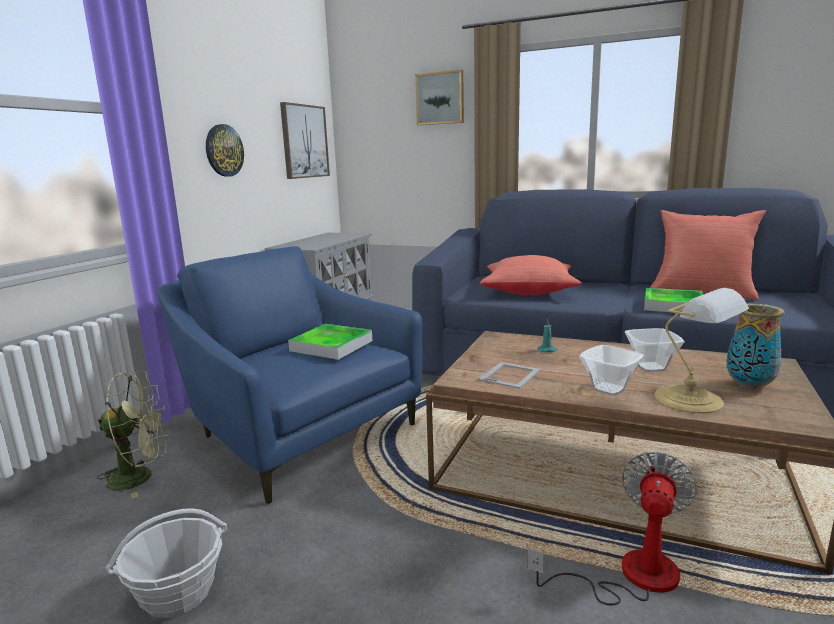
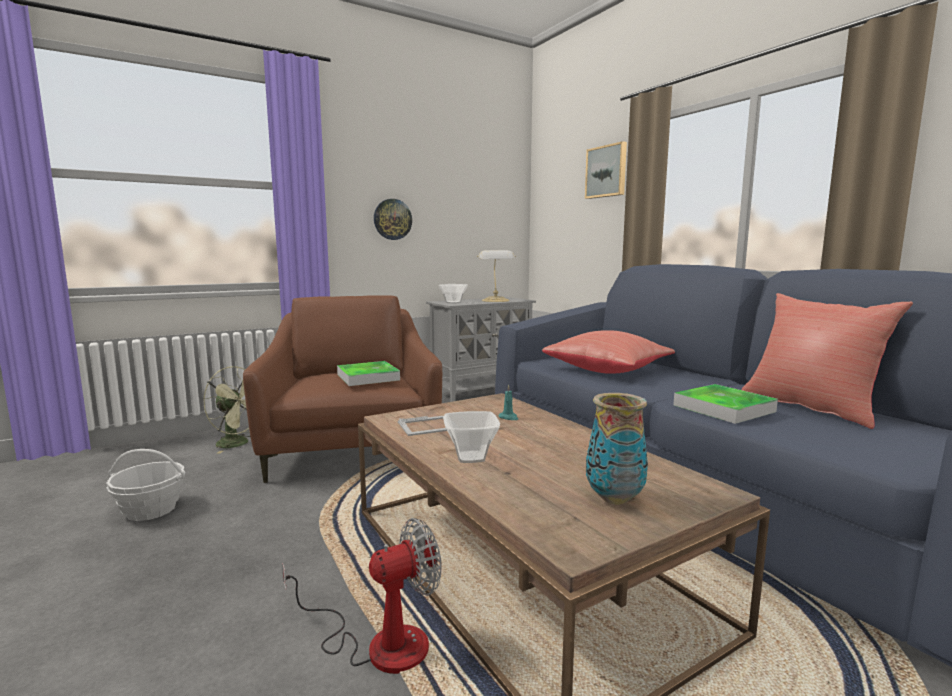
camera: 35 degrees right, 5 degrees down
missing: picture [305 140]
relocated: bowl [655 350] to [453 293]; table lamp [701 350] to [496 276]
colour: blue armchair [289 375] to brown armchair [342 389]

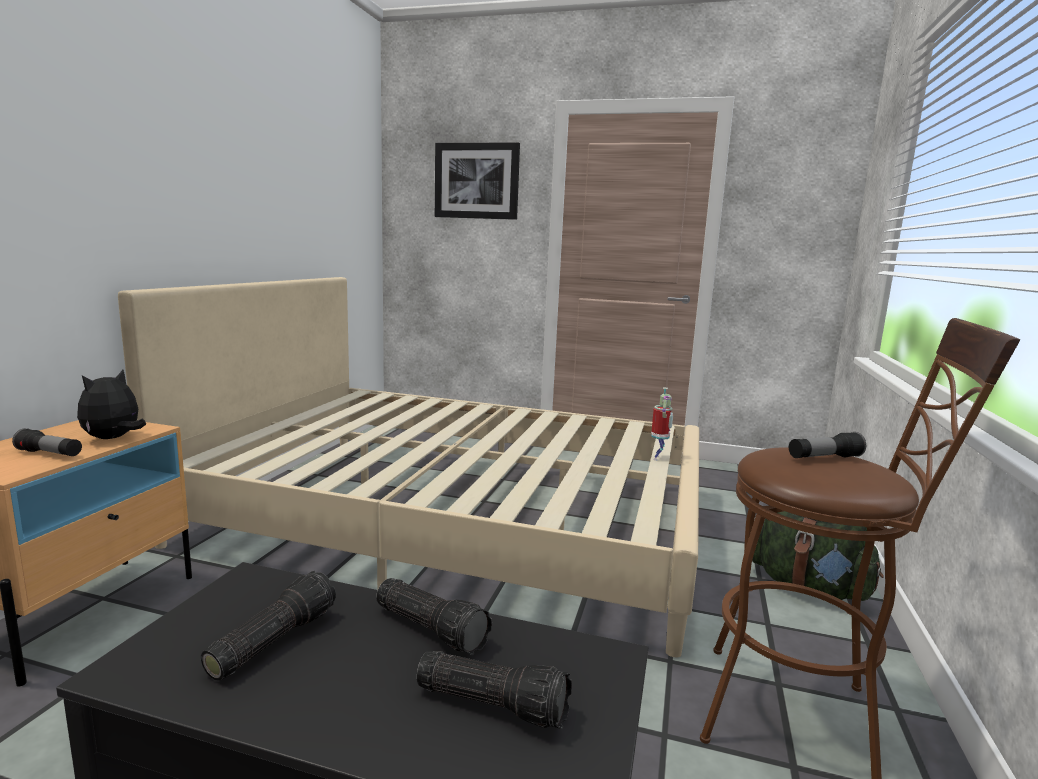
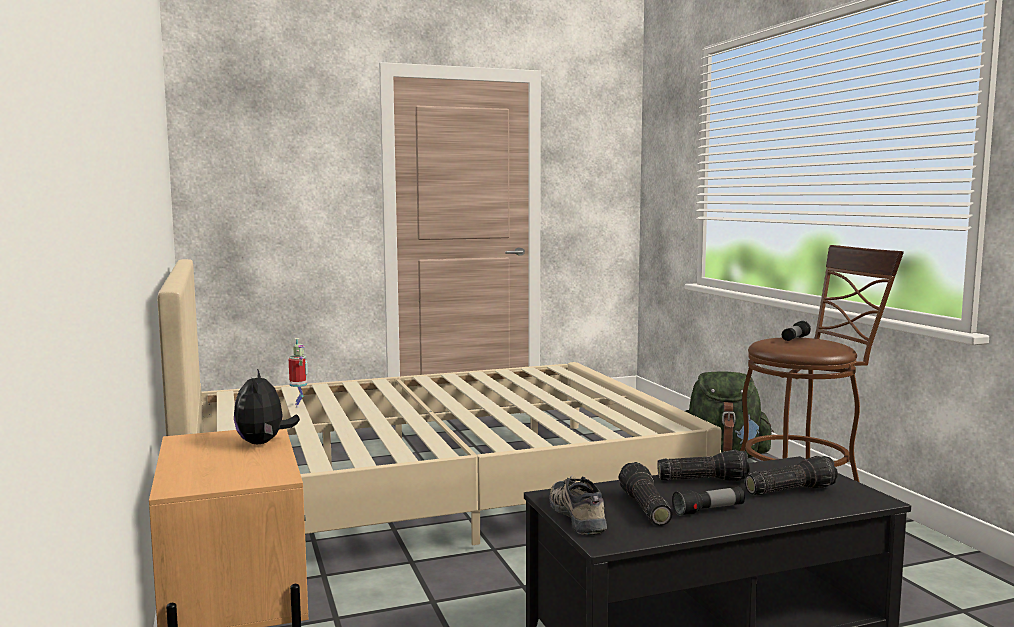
camera: 35 degrees left, 5 degrees down
missing: picture [477 181]
appeared: shoe [578 505]
relocated: flashlight [47 442] to [708 501]; toy robot [662 424] to [298 373]

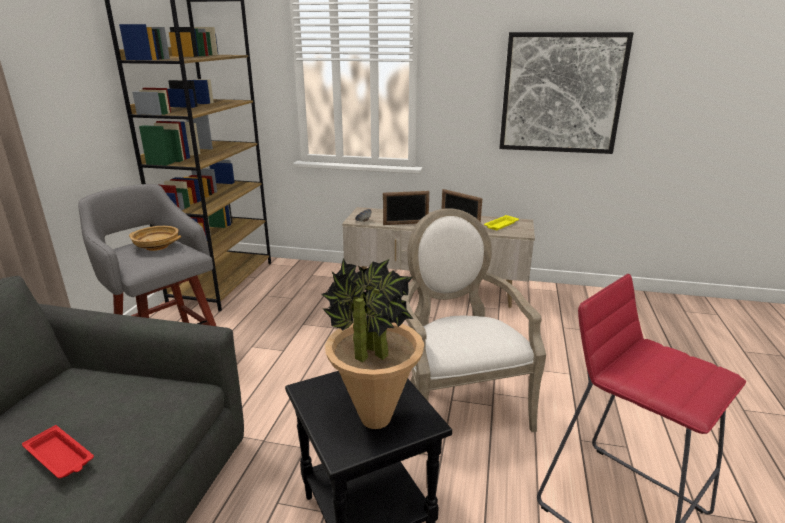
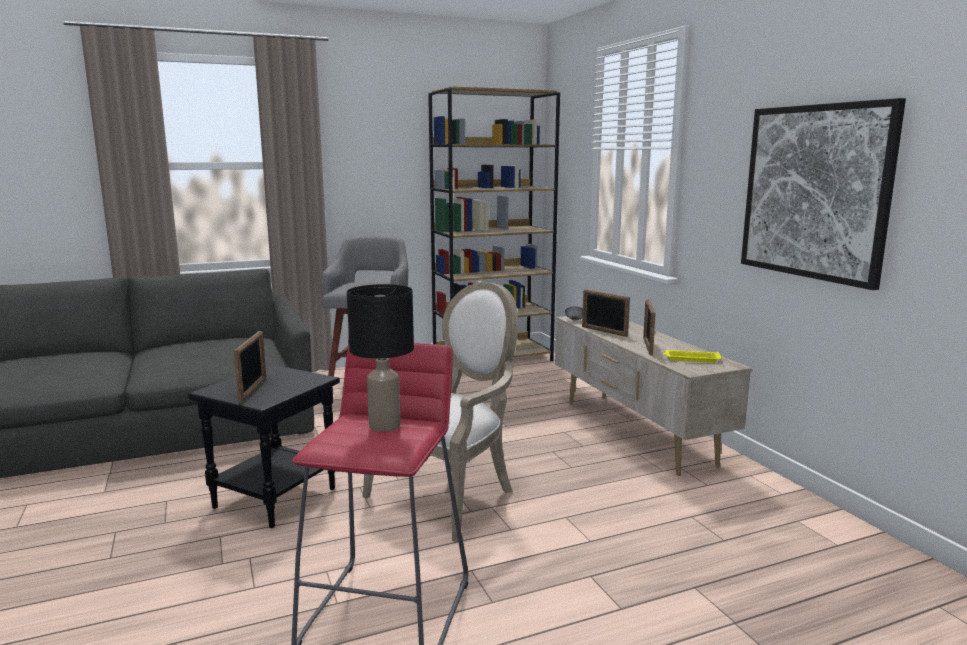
camera: 55 degrees right, 10 degrees down
missing: red tray [58 451]; beige bowl [155 238]
appeared: black table lamp [380 358]
exchanged: potted plant [373 343] to picture frame [250 367]

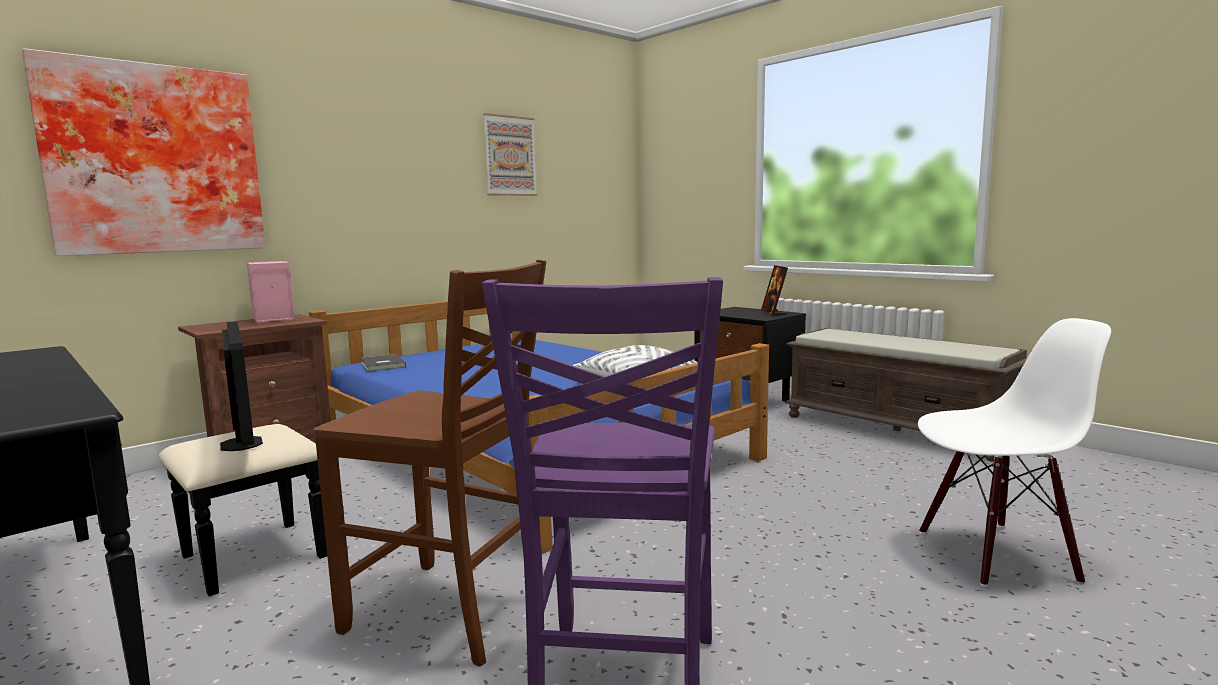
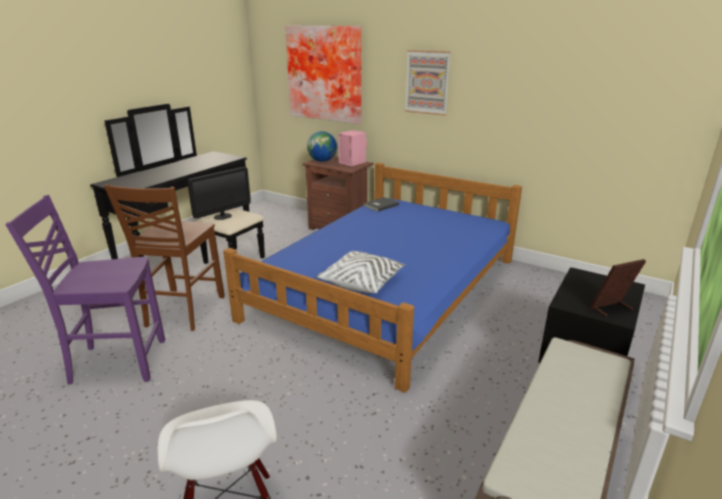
camera: 75 degrees right, 15 degrees up
appeared: globe [322 146]
relocated: picture [510 154] to [428 83]

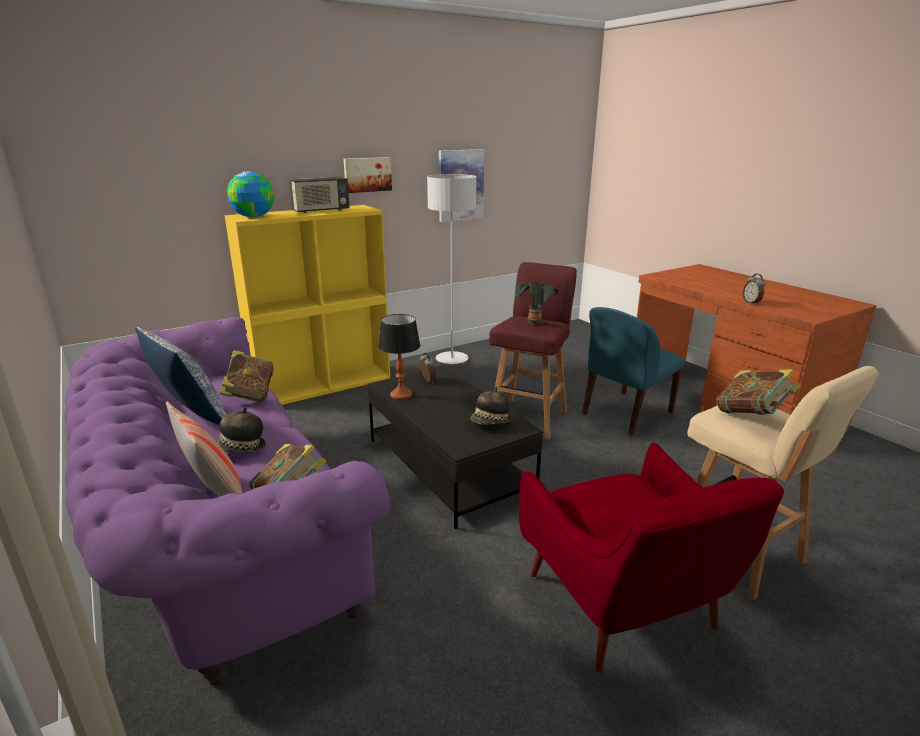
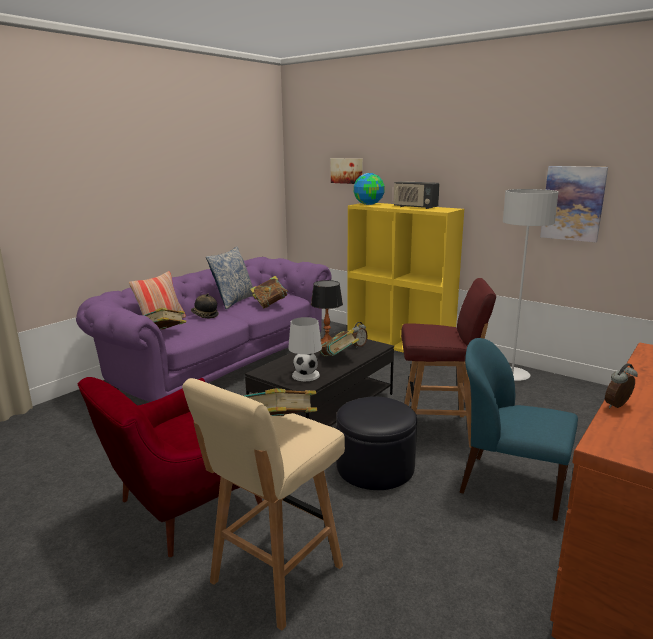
camera: 70 degrees right, 5 degrees down
missing: potted plant [536 302]
appeared: book [339 342]; black ottoman [376 443]
relocated: picture [368 175] to [347 171]
exchanged: hat [491 406] to white table lamp [305 349]

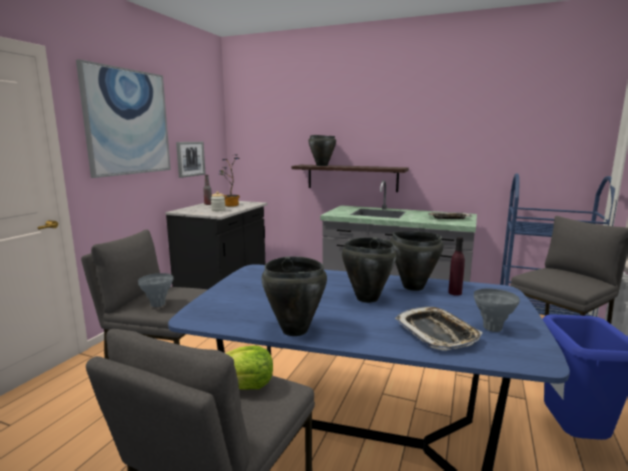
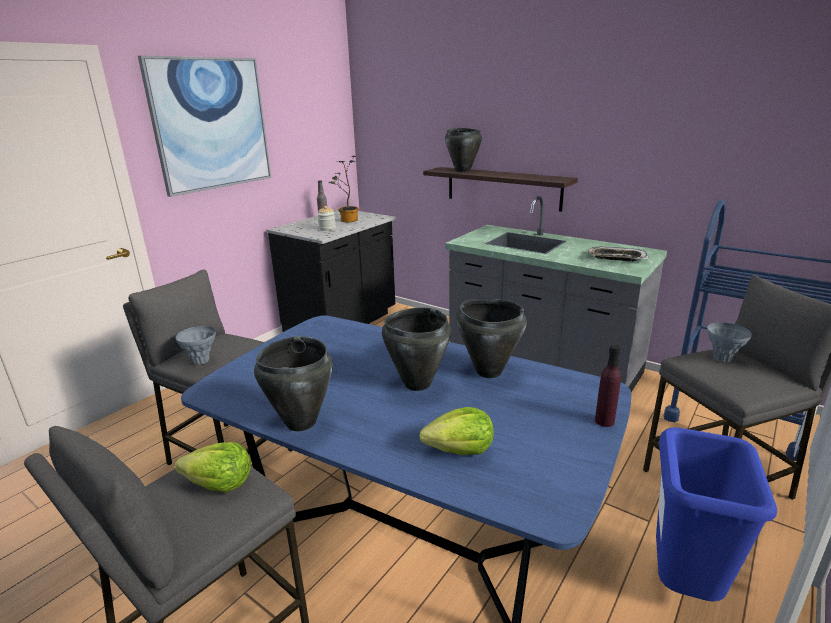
camera: 15 degrees right, 10 degrees up
missing: picture [191 160]
relocated: purple bottle [456 266] to [608 386]; grey vase [497 310] to [729 342]
exchanged: tray [439 329] to lettuce [456 431]

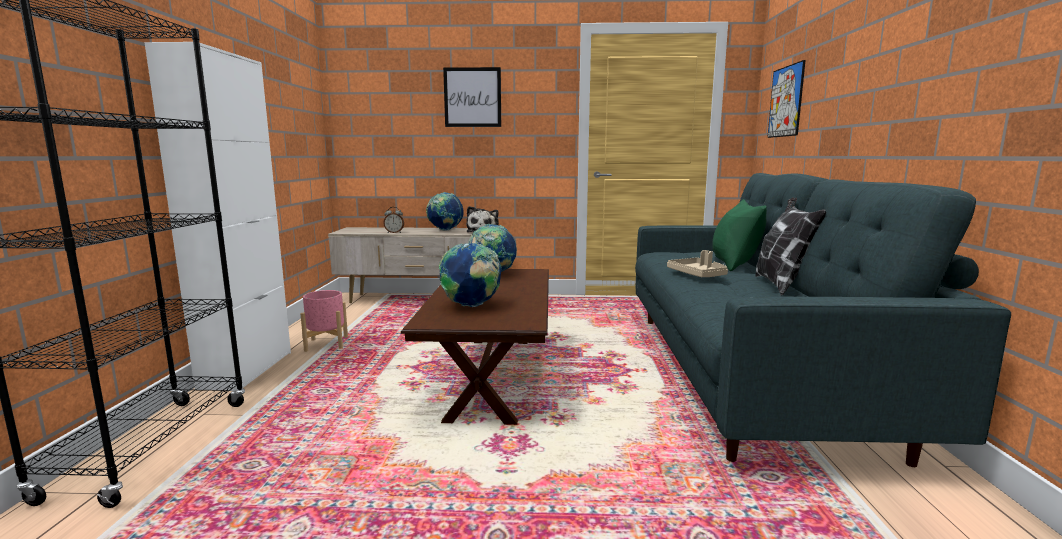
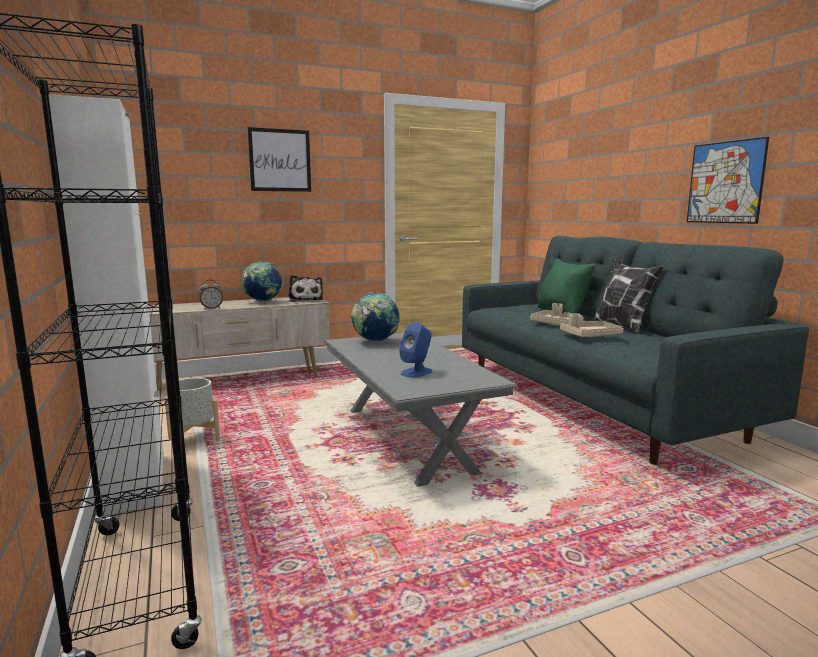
camera: 25 degrees left, 0 degrees up
appeared: beige tray [591 325]
relocated: picture [786 99] to [728 180]
exchanged: globe [470 275] to blue speaker [415 349]
colour: pink planter [324 321] to grey planter [192 409]; brown coffee table [475 347] to grey coffee table [421 410]

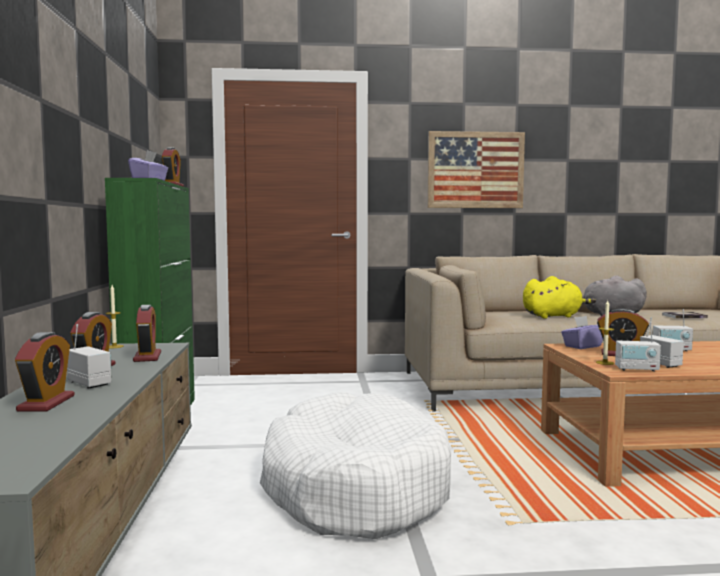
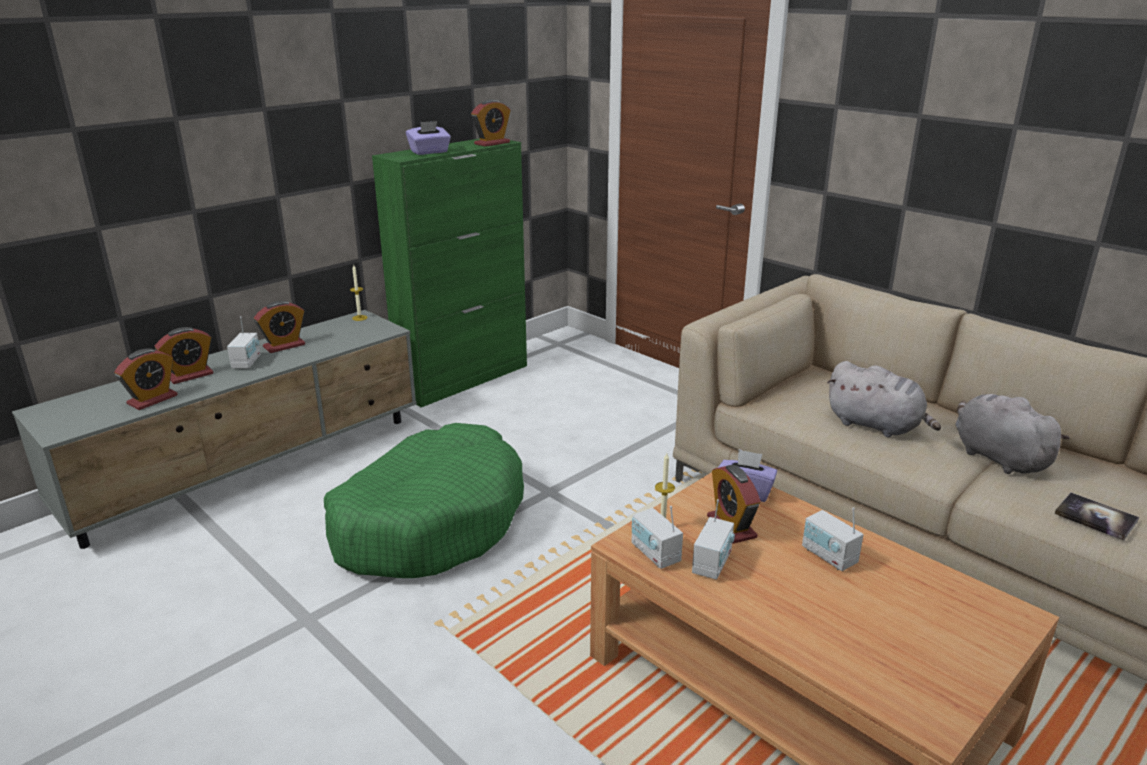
camera: 50 degrees right, 20 degrees up
missing: picture [476 169]
relocated: alarm clock [147 333] to [146 379]
colour: white dog bed [355 465] to green dog bed [424 500]; yellow plush toy [559 297] to grey plush toy [884 399]

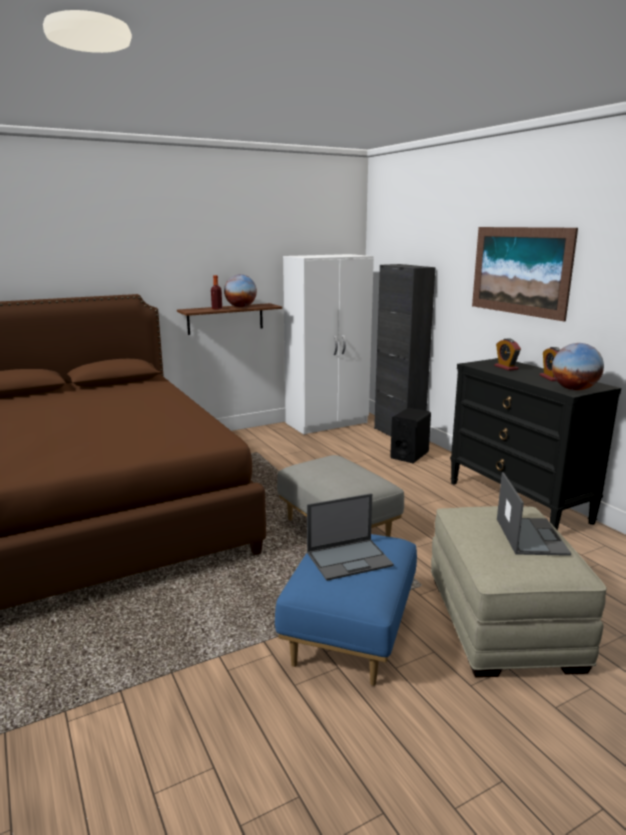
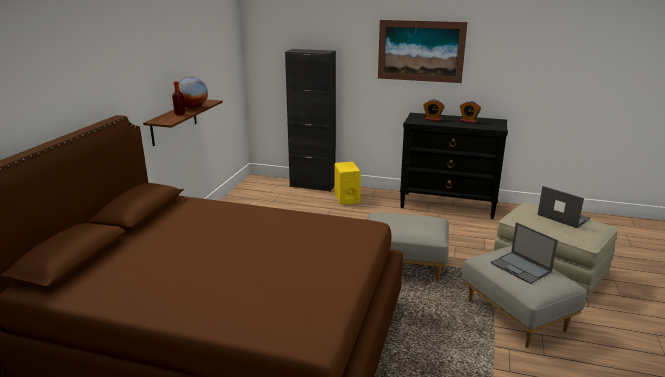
camera: 45 degrees left, 5 degrees up
missing: white wardrobe [328 344]; globe [578 366]
colour: blue ottoman [346 610] to grey ottoman [524 297]; black speaker [410 435] to yellow speaker [347 183]
spun: laptop [350 537] = [524 253] 120 degrees clockwise

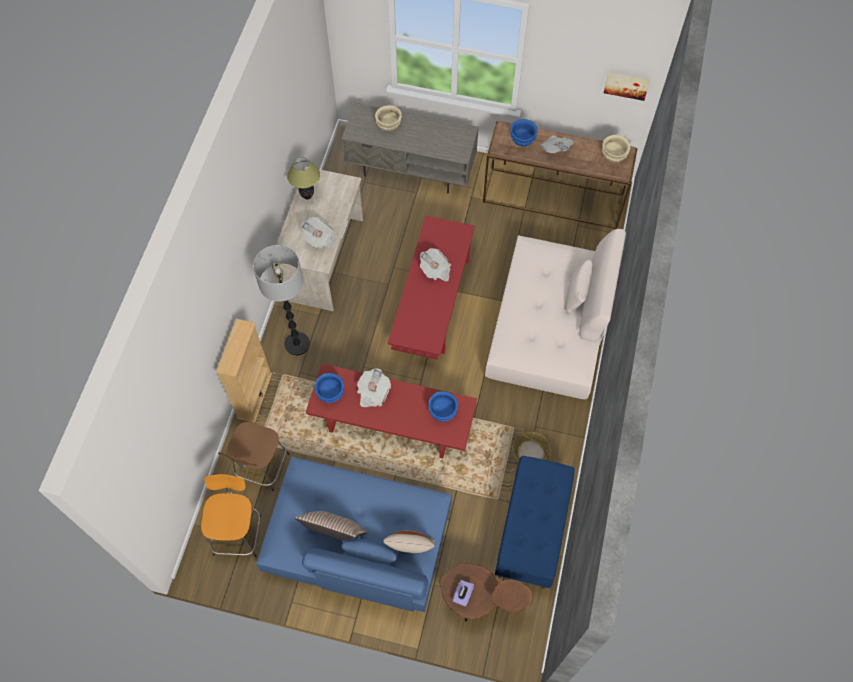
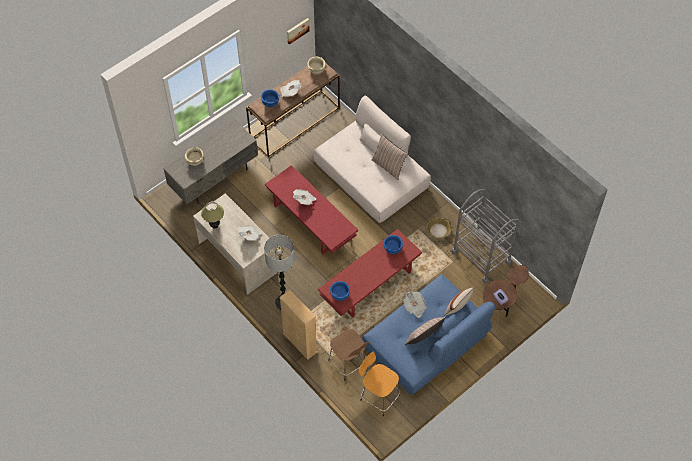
camera: 55 degrees left, 5 degrees down
appeared: pillow [389 156]
relocated: newspaper [374 387] to [415 304]
exchanged: blue bench [535 522] to grey cart [485 236]

